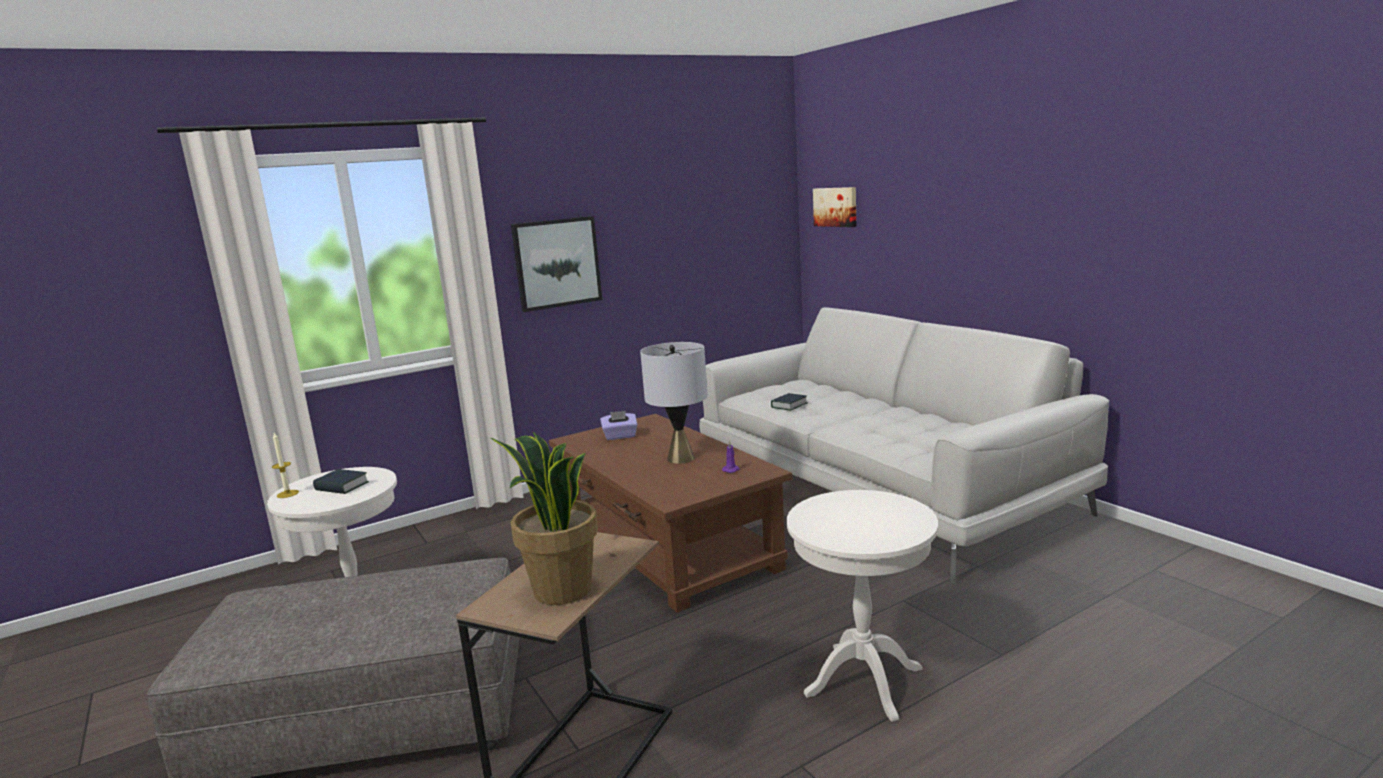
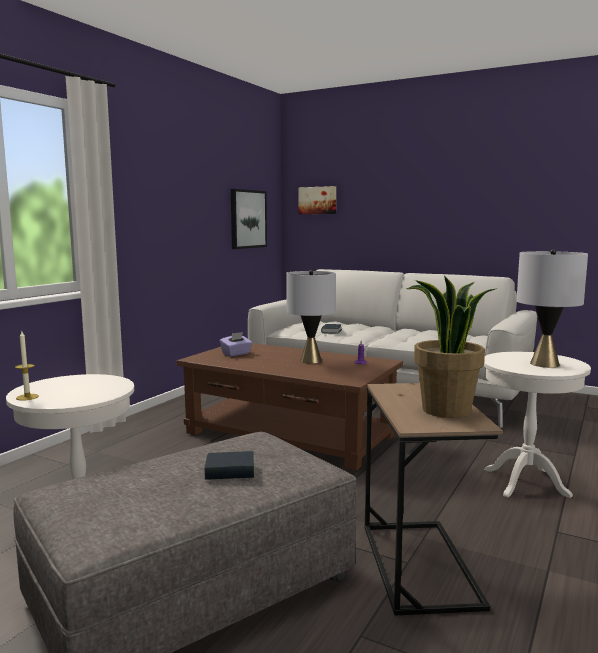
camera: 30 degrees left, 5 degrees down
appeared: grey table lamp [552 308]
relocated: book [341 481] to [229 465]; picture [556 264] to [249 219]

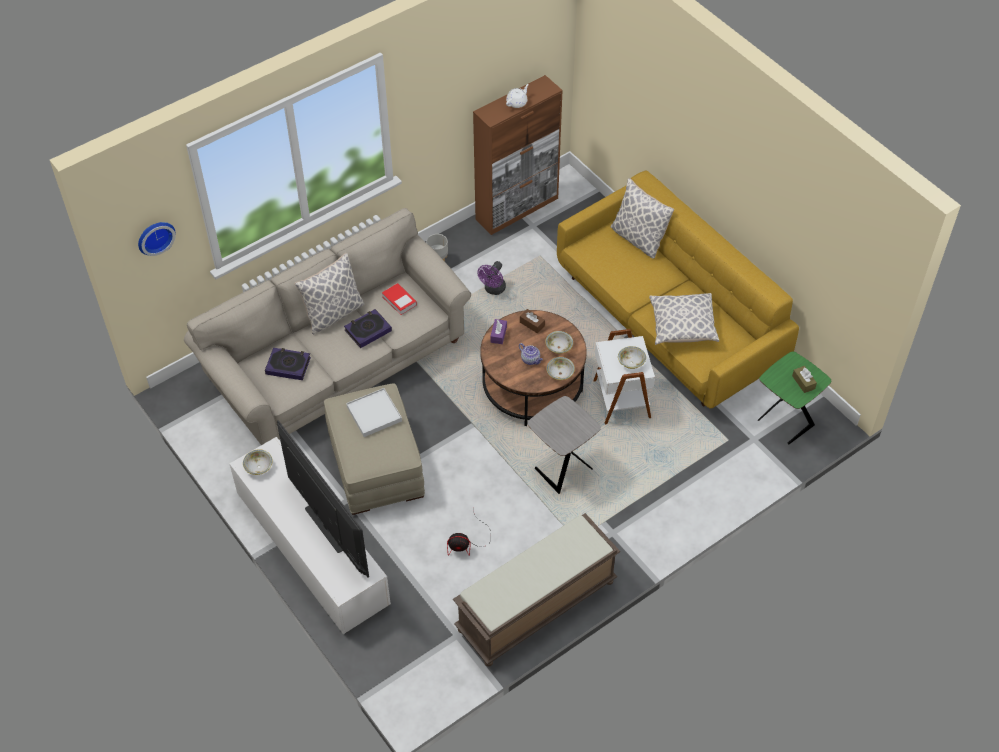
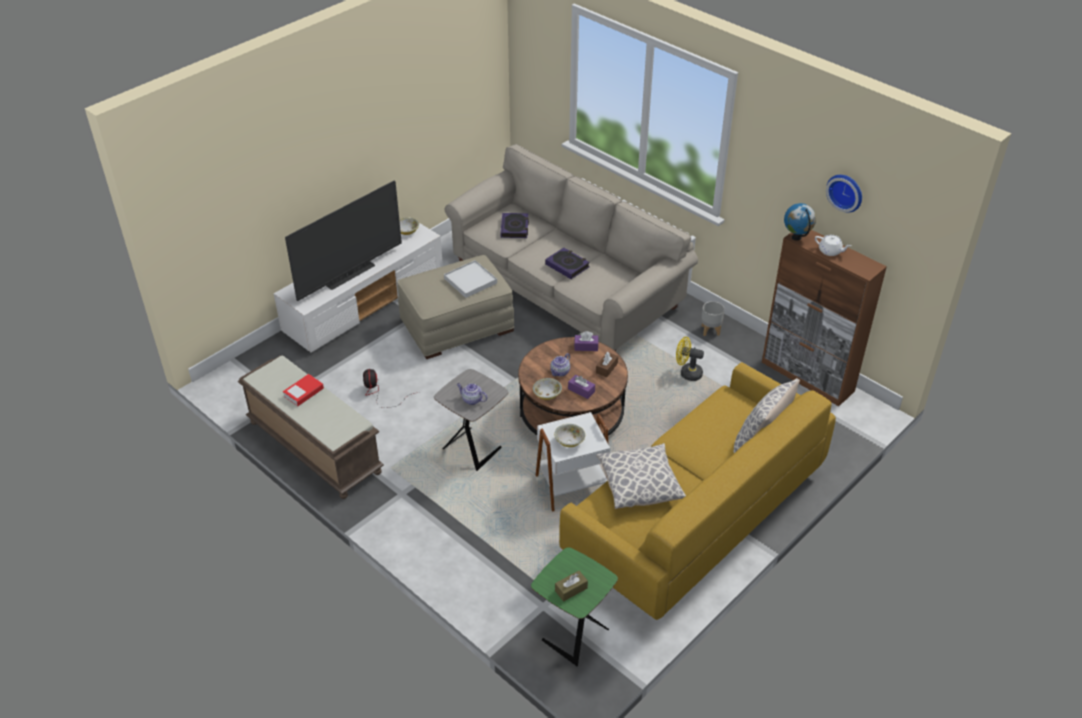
camera: 80 degrees right, 10 degrees down
missing: pillow [329 293]
appeared: teapot [472 394]; globe [800 221]
relocated: wall clock [157 239] to [844 194]; book [399 299] to [303 390]
exchanged: bowl [559 342] to purple tissue box [581 387]
colour: purple fan [491 278] to yellow fan [690 359]

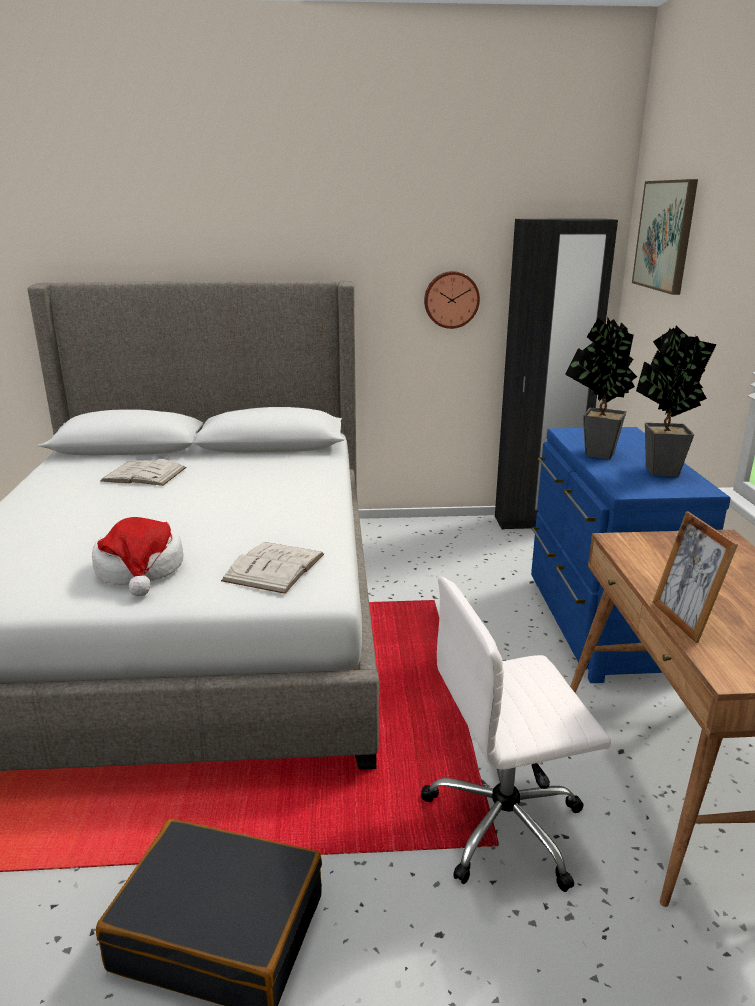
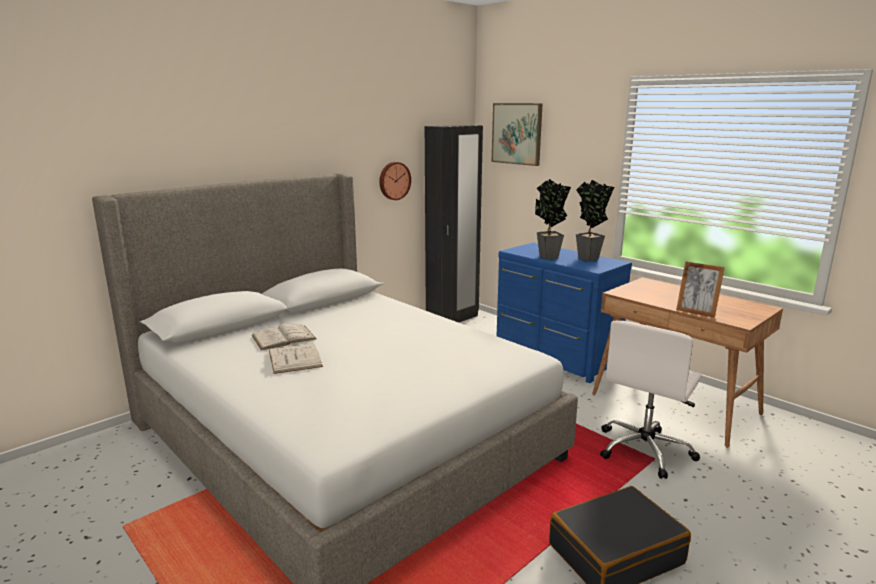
camera: 40 degrees left, 5 degrees down
missing: hat [137 556]
relocated: white book [272 568] to [296 358]

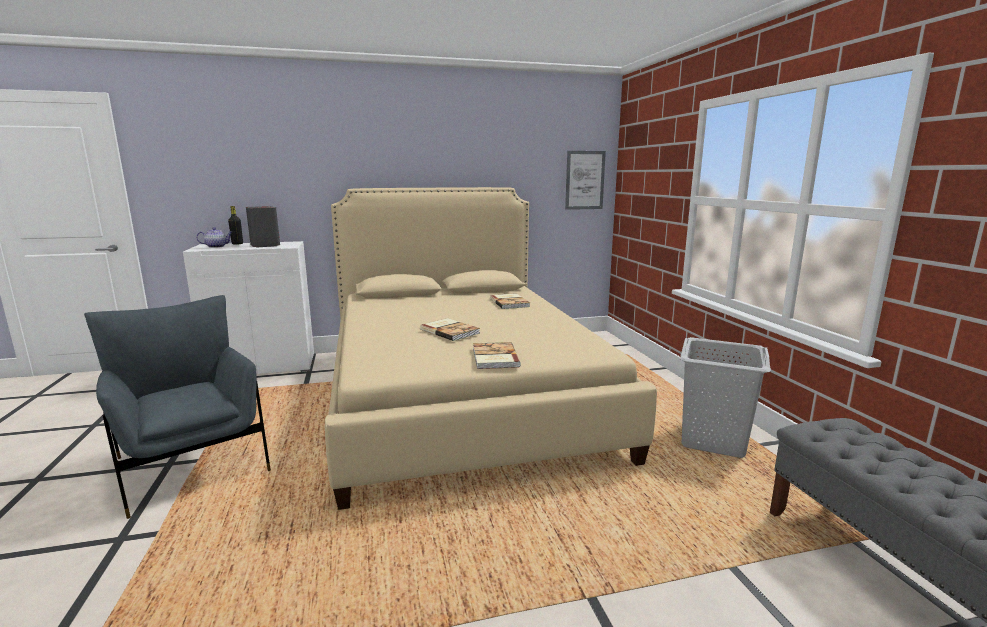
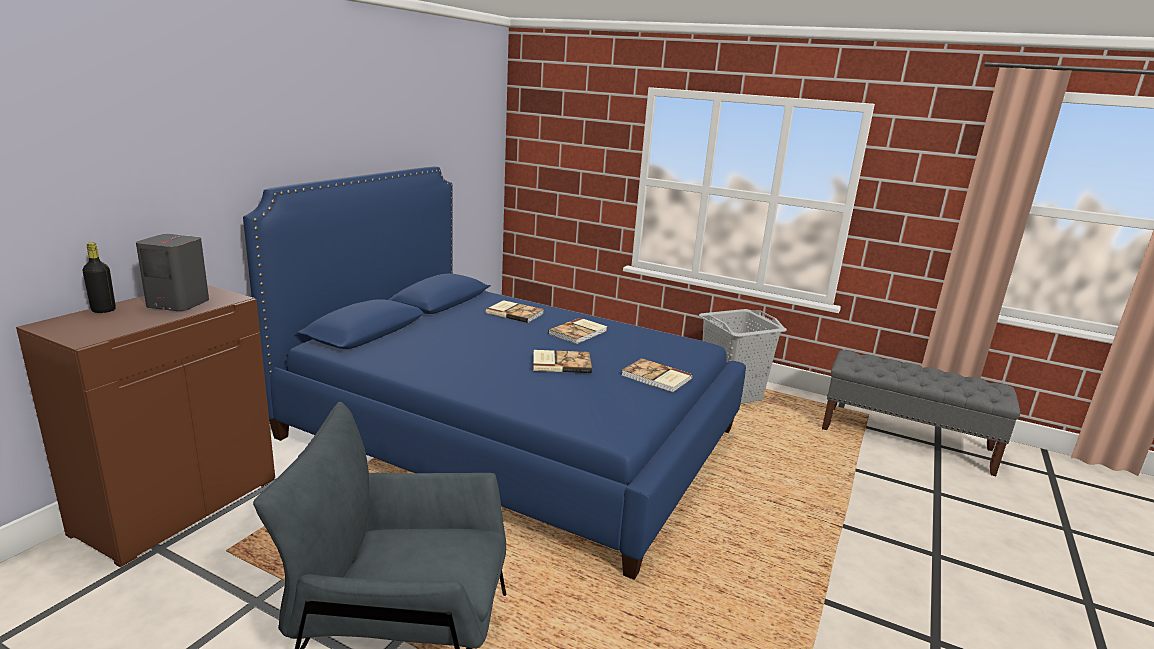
camera: 50 degrees left, 5 degrees up
missing: teapot [214 237]; picture [585 180]
appeared: book [577 331]
colour: white cabinet [248 307] to brown cabinet [145 426]; beige bed [491 348] to blue bed [494 373]

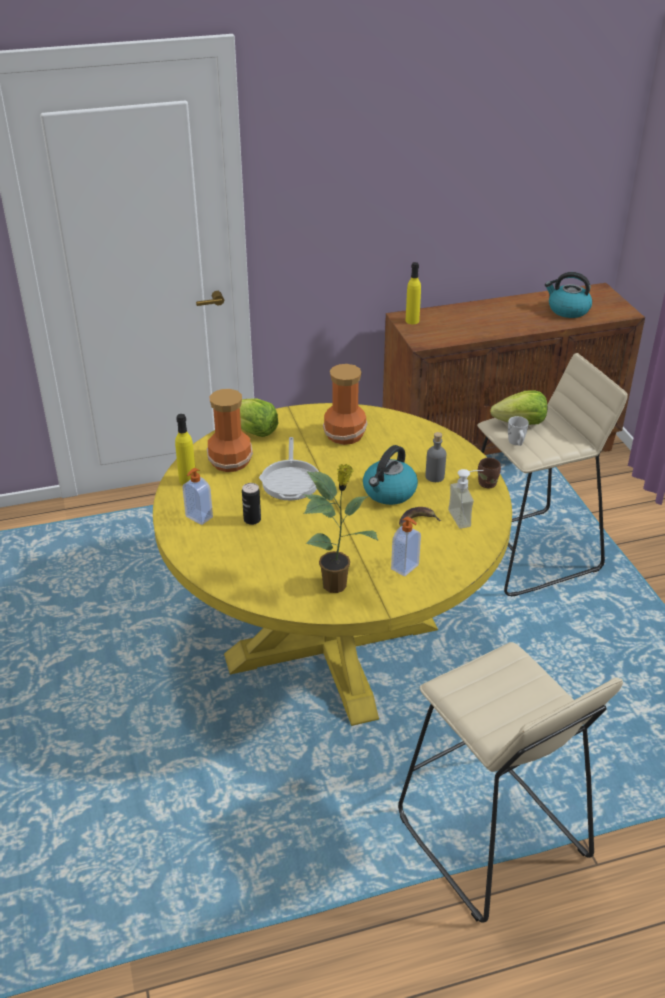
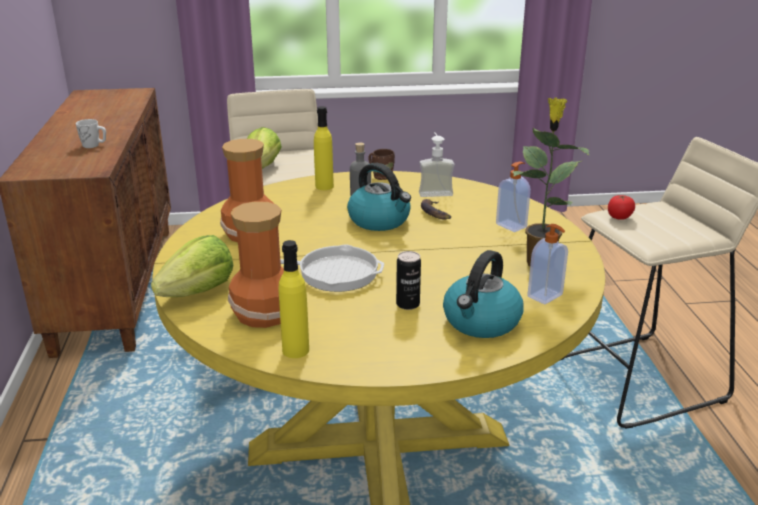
camera: 80 degrees left, 10 degrees down
appeared: tomato [621 207]
relocated: soap dispenser [197 496] to [547 264]; yellow bottle [413 293] to [324 148]; white mug [518 431] to [91 133]; kettle [568 295] to [483 294]

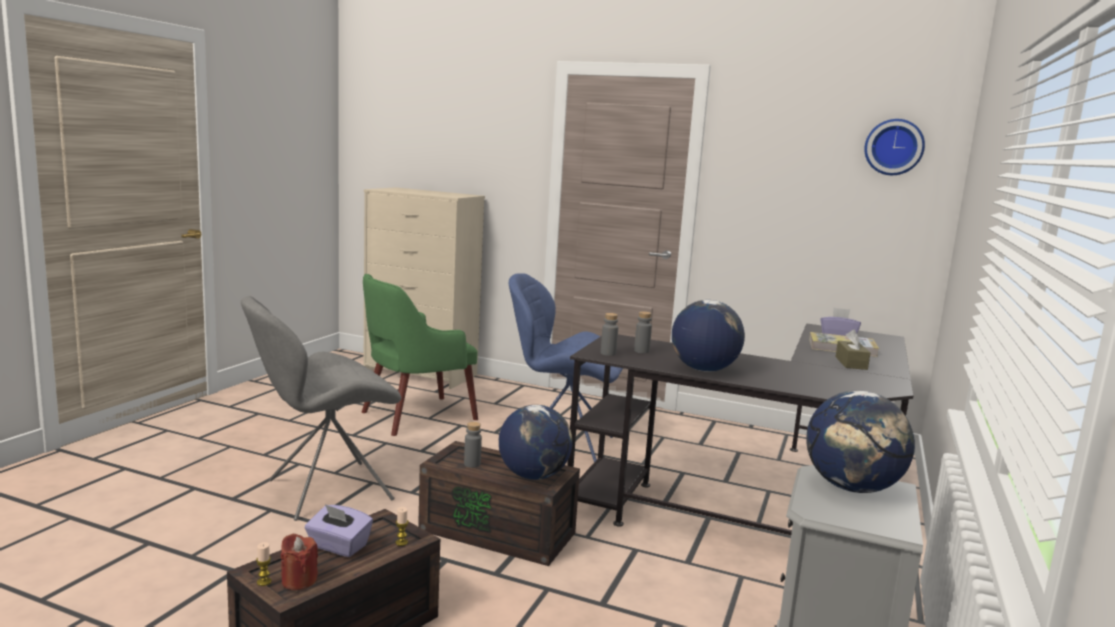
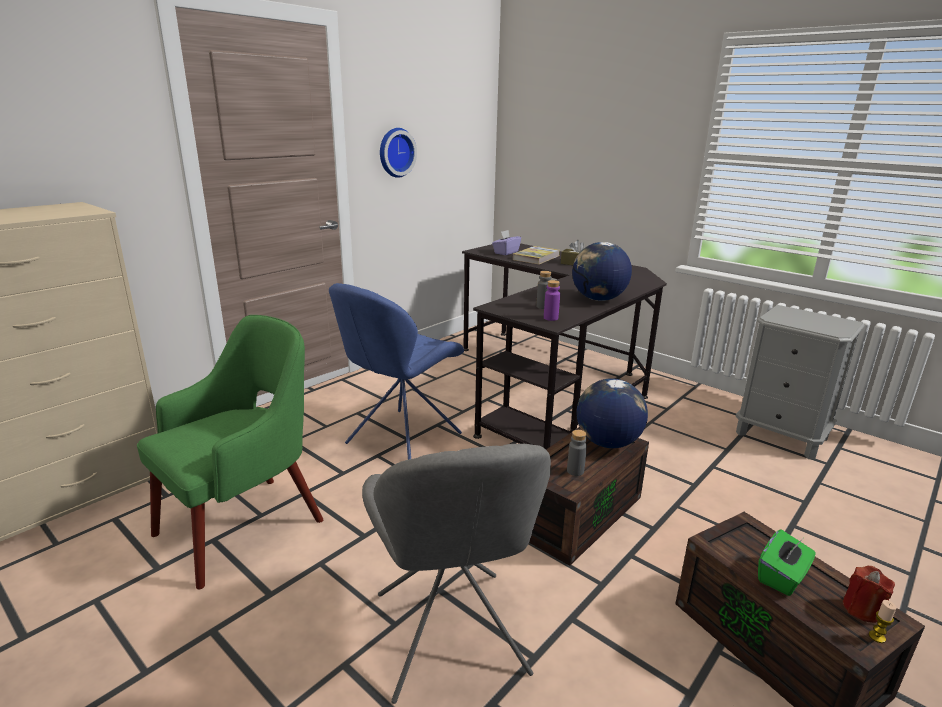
camera: 70 degrees left, 10 degrees up
missing: candle [402 526]; globe [860 442]
relocated: wall clock [894 147] to [398 153]
colour: purple tissue box [339 530] to green tissue box [787 563]; grey bottle [609 334] to purple bottle [552 300]
spun: green armchair [420 355] = [230 452] 120 degrees counterclockwise

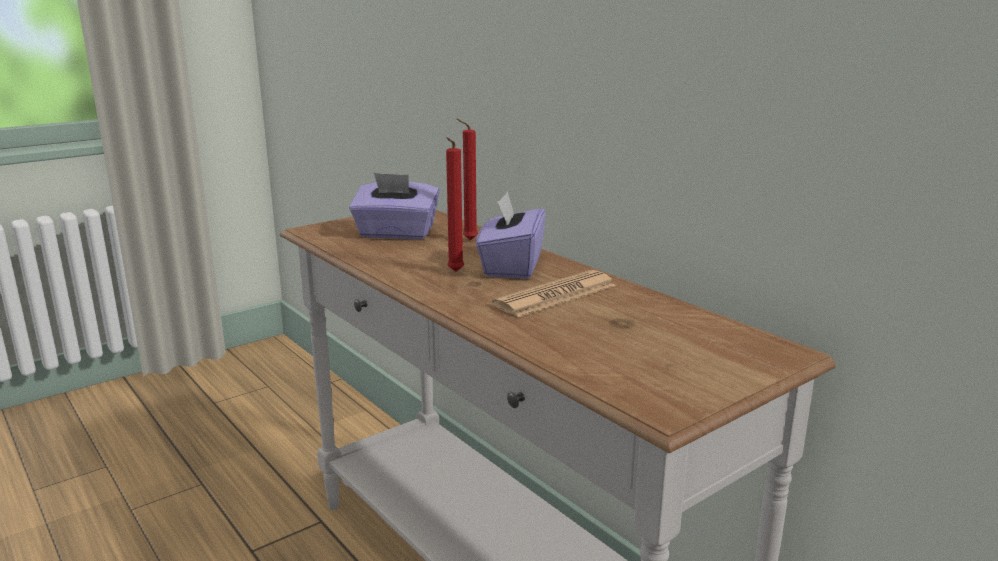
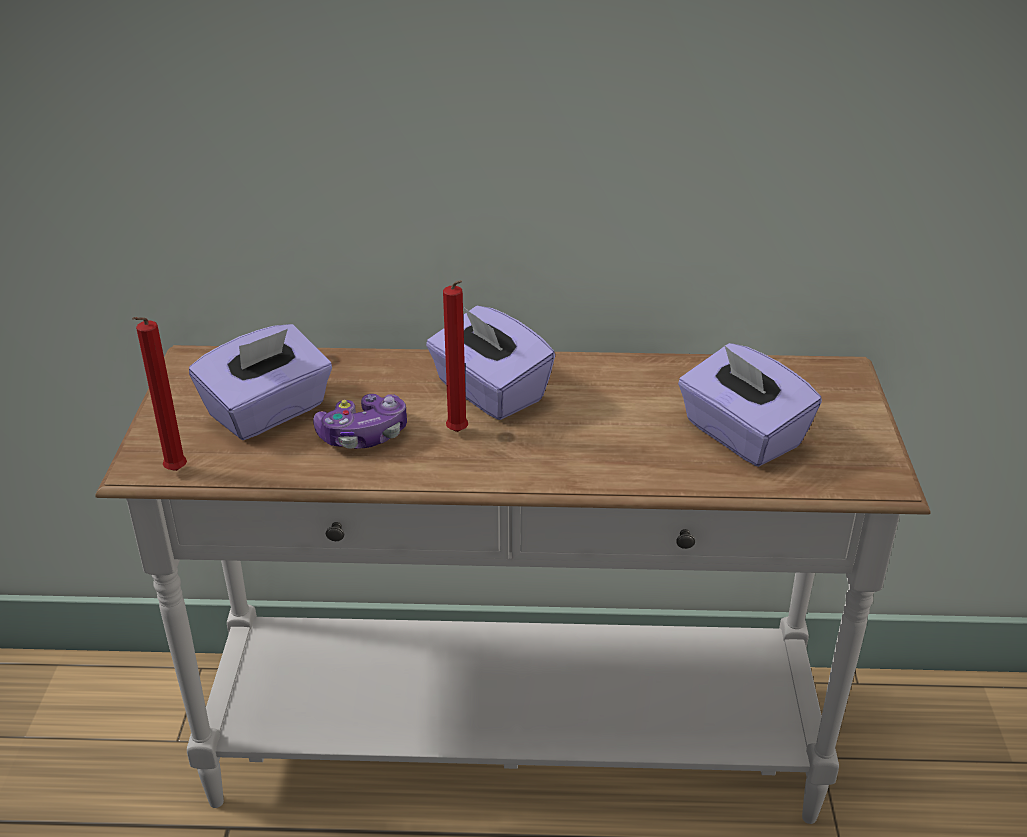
camera: 50 degrees left, 15 degrees up
missing: newspaper [554 293]
appeared: game controller [360 421]; purple tissue box [750 405]
relocated: red candle [467 179] to [159 394]

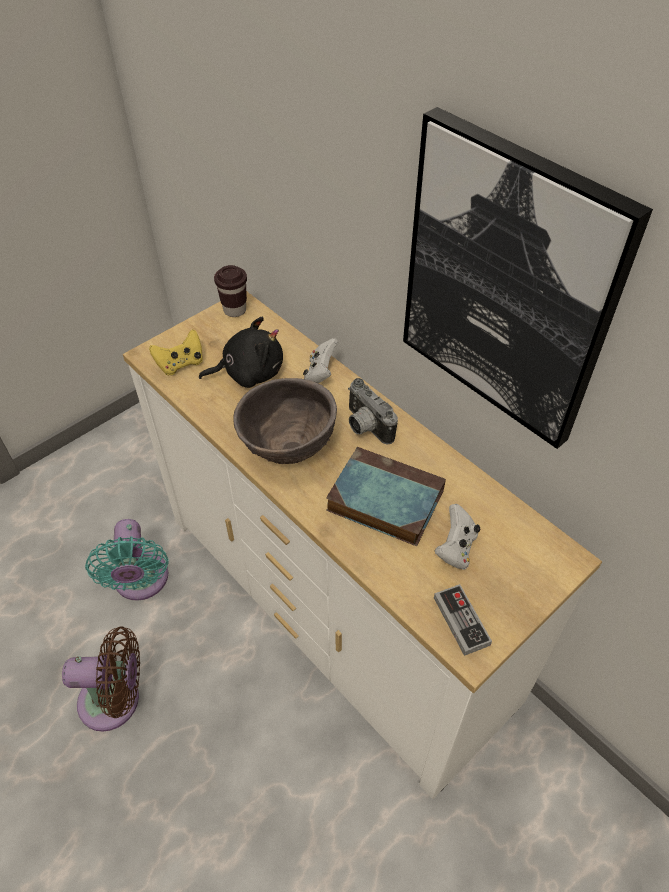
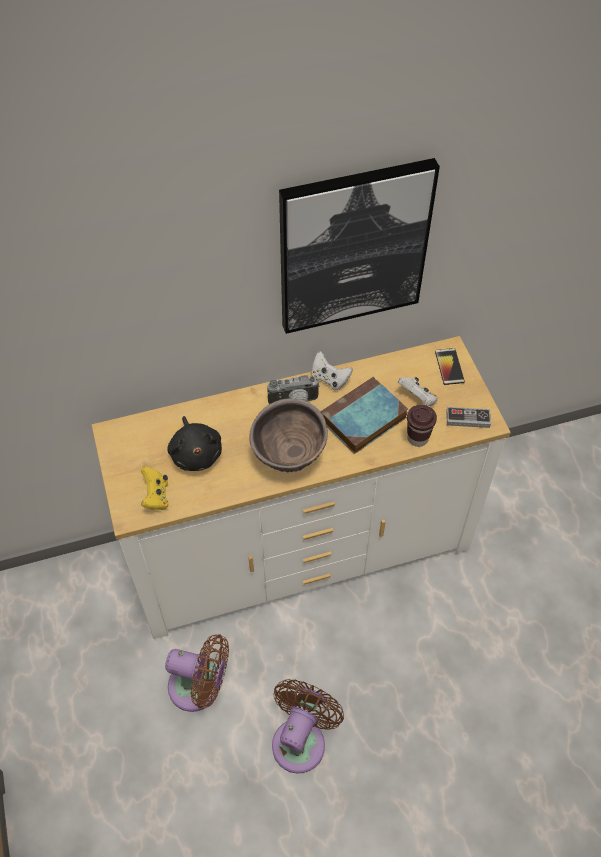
camera: 65 degrees left, 5 degrees up
appeared: phone [450 366]
relocated: brown cup [230 291] to [422 426]; white game controller [321 360] to [332 371]
colour: turquoise fan [127 560] to brown fan [197 673]
spun: black plush toy [241 352] = [194 443] 150 degrees clockwise

